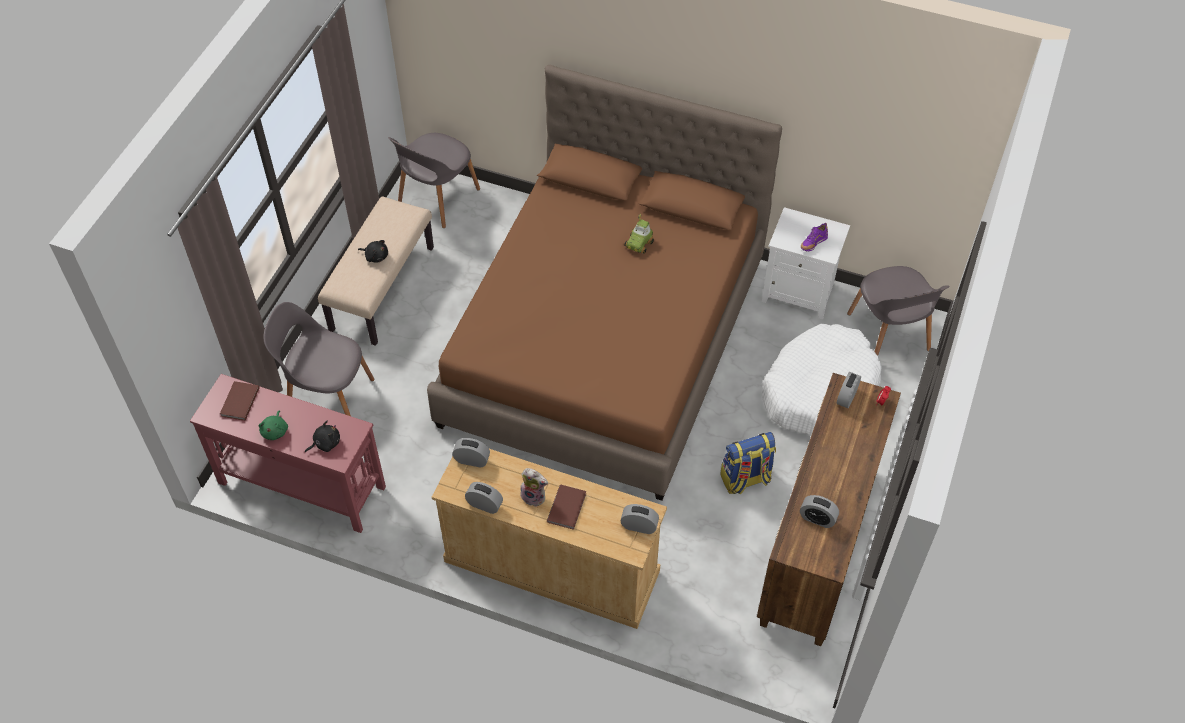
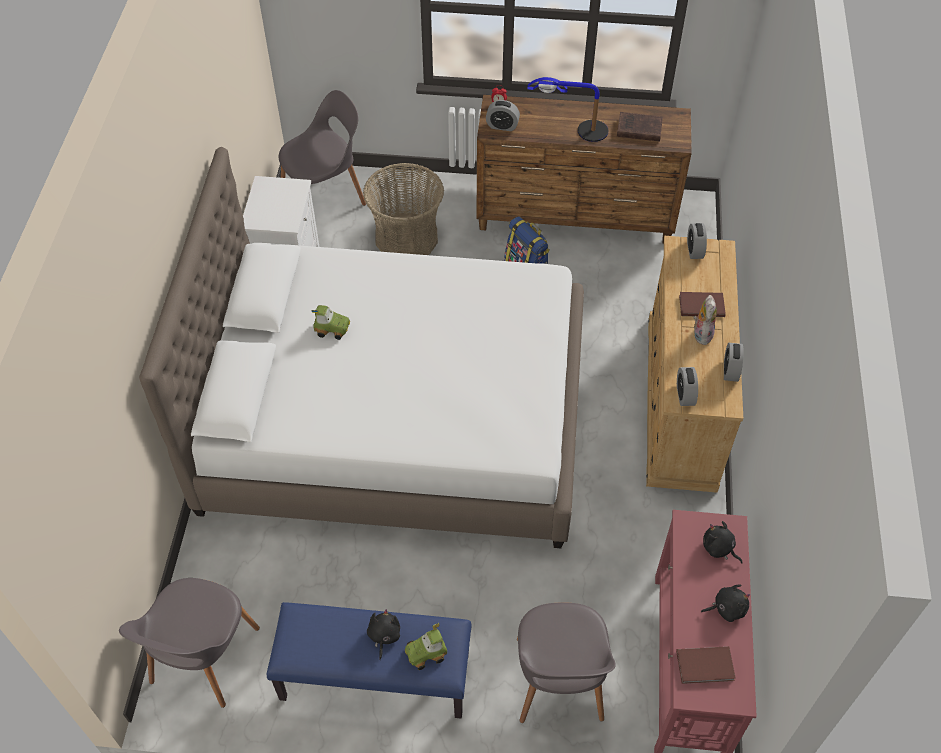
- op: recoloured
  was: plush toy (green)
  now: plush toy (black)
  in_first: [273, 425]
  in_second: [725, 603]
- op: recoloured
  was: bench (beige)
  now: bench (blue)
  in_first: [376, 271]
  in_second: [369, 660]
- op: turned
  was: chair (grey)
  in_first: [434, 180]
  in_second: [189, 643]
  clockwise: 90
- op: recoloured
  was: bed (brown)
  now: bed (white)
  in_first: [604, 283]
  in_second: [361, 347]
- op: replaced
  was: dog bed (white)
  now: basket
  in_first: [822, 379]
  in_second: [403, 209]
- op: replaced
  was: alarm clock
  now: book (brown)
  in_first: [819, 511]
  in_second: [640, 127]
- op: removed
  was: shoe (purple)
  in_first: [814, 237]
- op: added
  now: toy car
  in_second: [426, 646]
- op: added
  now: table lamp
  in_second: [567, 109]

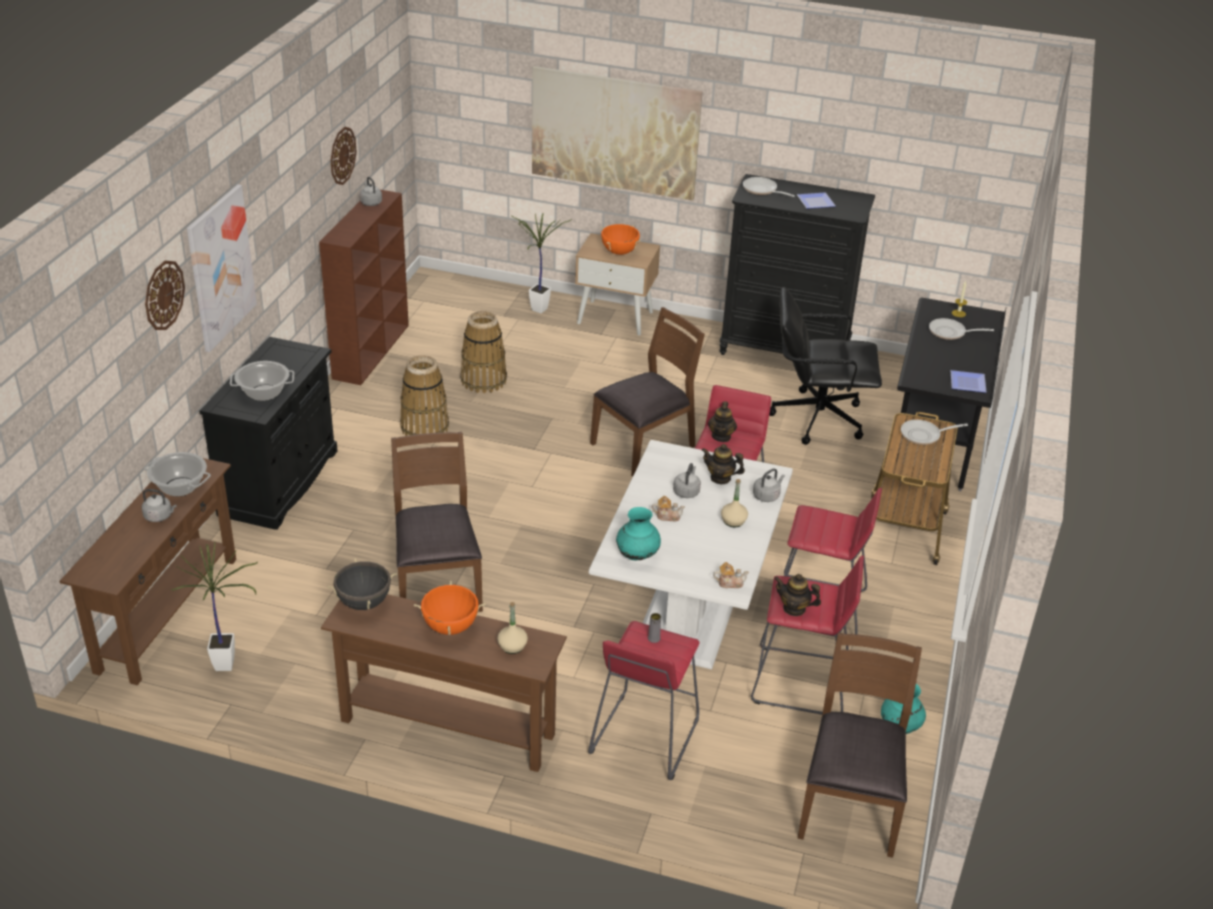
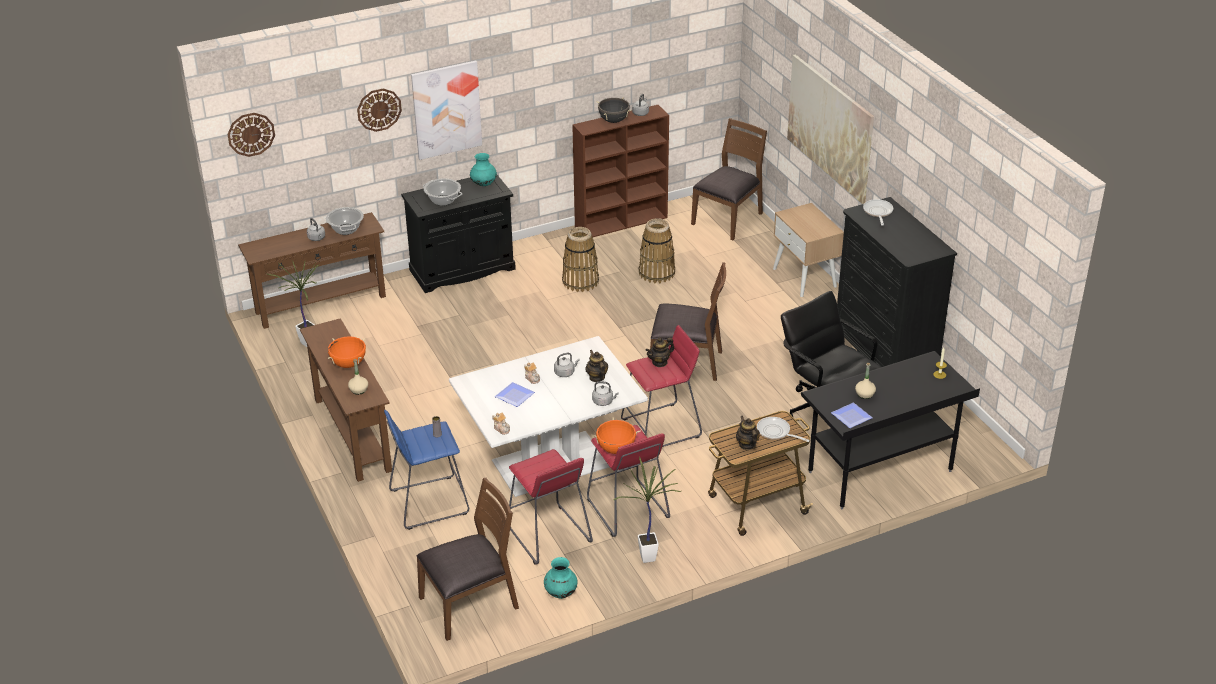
- op: moved
  was: cooking pot (black)
  in_first: [362, 584]
  in_second: [613, 110]
- op: moved
  was: wall clock
  in_first: [344, 156]
  in_second: [251, 135]
- op: moved
  was: chair (brown)
  in_first: [437, 522]
  in_second: [729, 179]
- op: moved
  was: potted plant
  in_first: [541, 263]
  in_second: [647, 509]
- op: recoloured
  was: stool (red)
  now: stool (blue)
  in_first: [644, 700]
  in_second: [426, 470]
- op: moved
  was: cooking pot (orange)
  in_first: [620, 239]
  in_second: [616, 436]
- op: moved
  was: vase (turquoise)
  in_first: [638, 533]
  in_second: [483, 169]
- op: moved
  was: bottle (beige)
  in_first: [734, 503]
  in_second: [865, 381]
- op: moved
  was: teapot
  in_first: [797, 595]
  in_second: [748, 433]
- op: moved
  was: plate
  in_first: [816, 201]
  in_second: [515, 394]
- op: removed
  was: frying pan
  in_first: [961, 329]

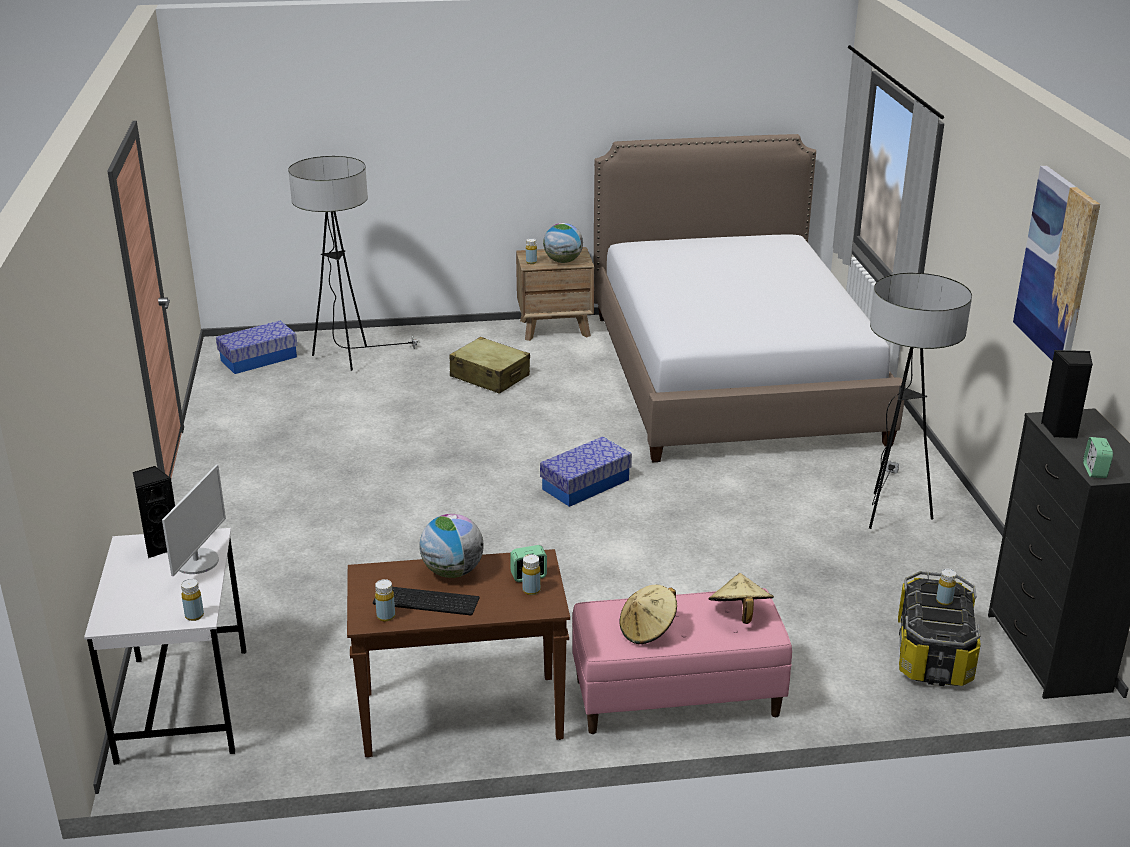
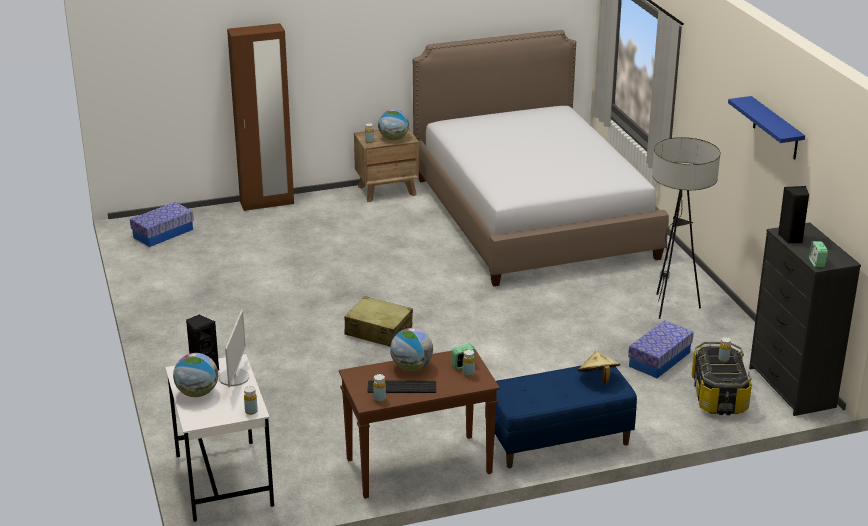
- op: removed
  was: floor lamp
  in_first: [354, 263]
- op: moved
  was: suitcase (beige)
  in_first: [489, 365]
  in_second: [378, 321]
- op: moved
  was: storage box
  in_first: [586, 471]
  in_second: [661, 349]
- op: recoloured
  was: bench (pink)
  now: bench (blue)
  in_first: [682, 661]
  in_second: [561, 417]
- op: removed
  was: hat (beige)
  in_first: [648, 614]
- op: replaced
  was: picture
  now: shelf (blue)
  in_first: [1056, 263]
  in_second: [766, 128]
- op: added
  now: globe
  in_second: [195, 375]
- op: added
  now: wardrobe (brown)
  in_second: [260, 117]

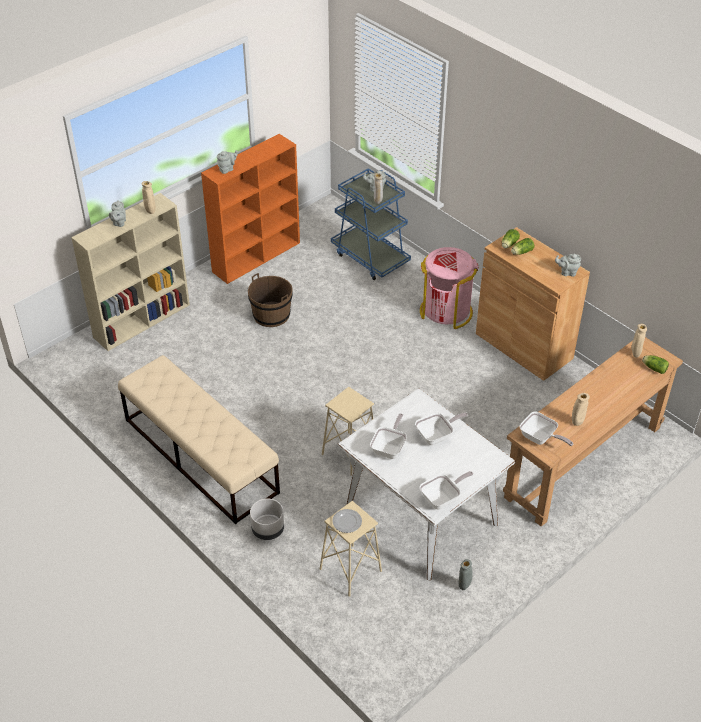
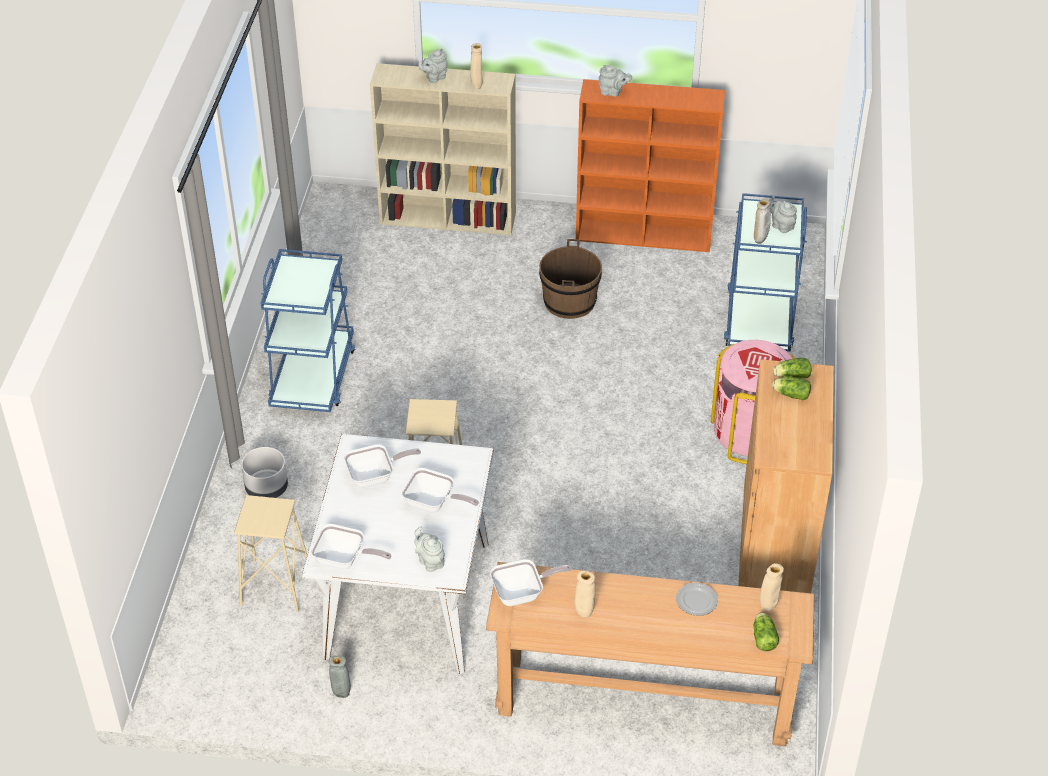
- op: replaced
  was: bench (beige)
  now: cart (blue)
  in_first: [199, 439]
  in_second: [307, 330]
- op: moved
  was: plate
  in_first: [347, 521]
  in_second: [697, 599]
- op: turned
  was: frying pan
  in_first: [546, 429]
  in_second: [531, 582]
  clockwise: -105
- op: moved
  was: teapot (grey)
  in_first: [568, 265]
  in_second: [429, 549]

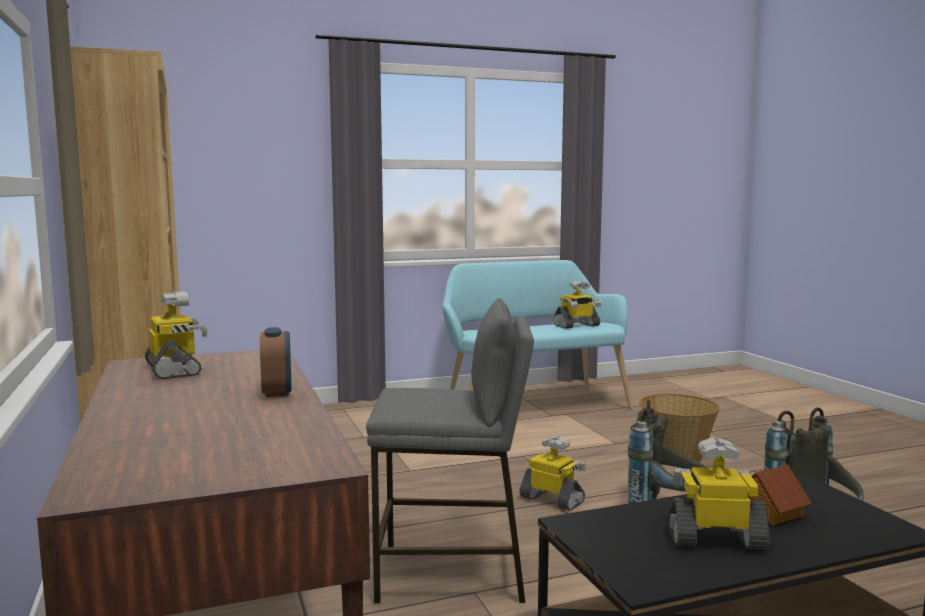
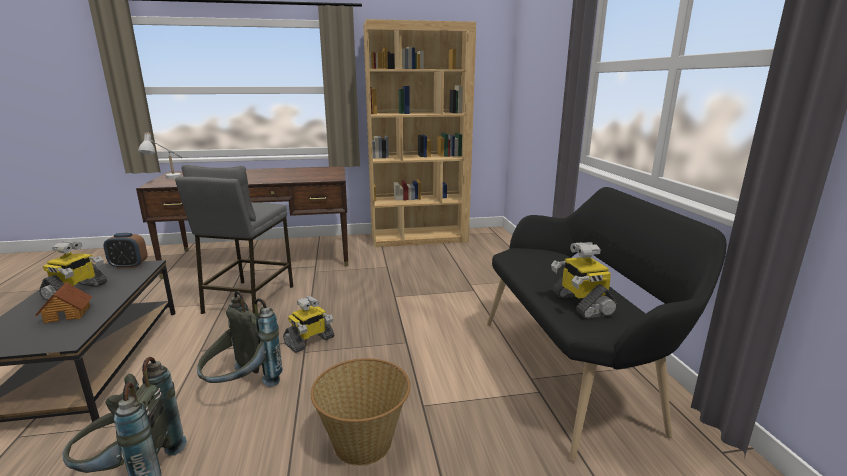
- op: removed
  was: toy robot
  in_first: [176, 335]
- op: moved
  was: alarm clock
  in_first: [276, 362]
  in_second: [125, 250]
- op: recoloured
  was: bench (turquoise)
  now: bench (black)
  in_first: [537, 334]
  in_second: [607, 324]
- op: added
  now: table lamp (white)
  in_second: [160, 155]

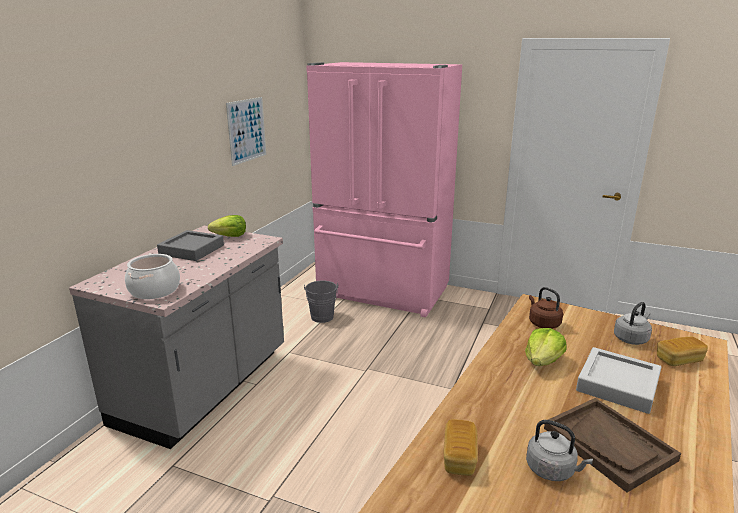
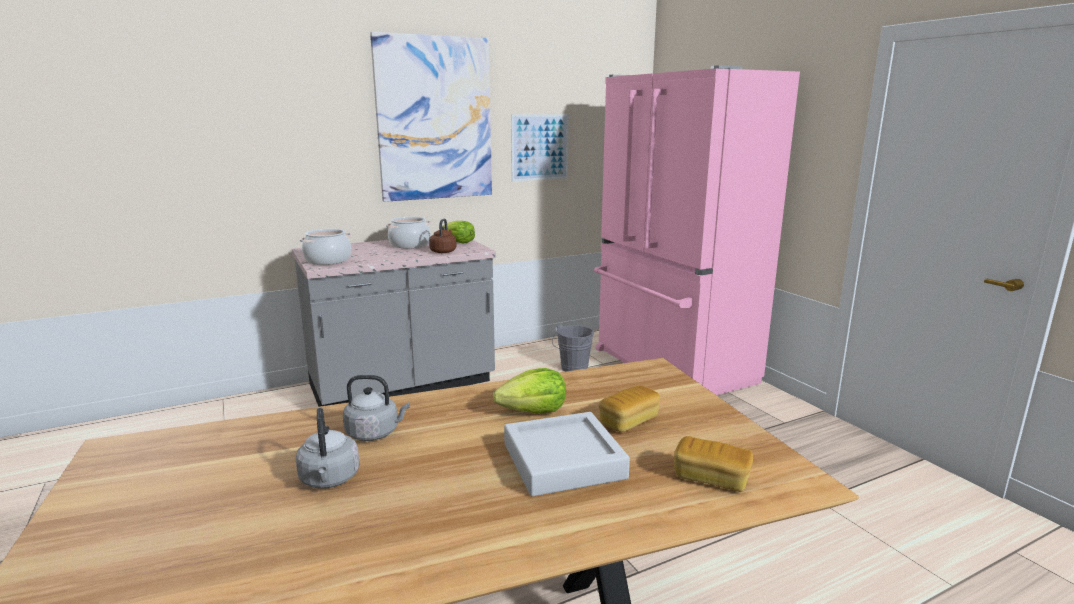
- op: replaced
  was: tray (grey)
  now: cooking pot
  in_first: [190, 245]
  in_second: [408, 232]
- op: moved
  was: bread
  in_first: [461, 447]
  in_second: [629, 408]
- op: moved
  was: kettle (brown)
  in_first: [546, 308]
  in_second: [442, 236]
- op: removed
  was: tray (brown)
  in_first: [612, 445]
- op: moved
  was: kettle (grey)
  in_first: [633, 323]
  in_second: [376, 408]
- op: added
  now: picture
  in_second: [431, 117]

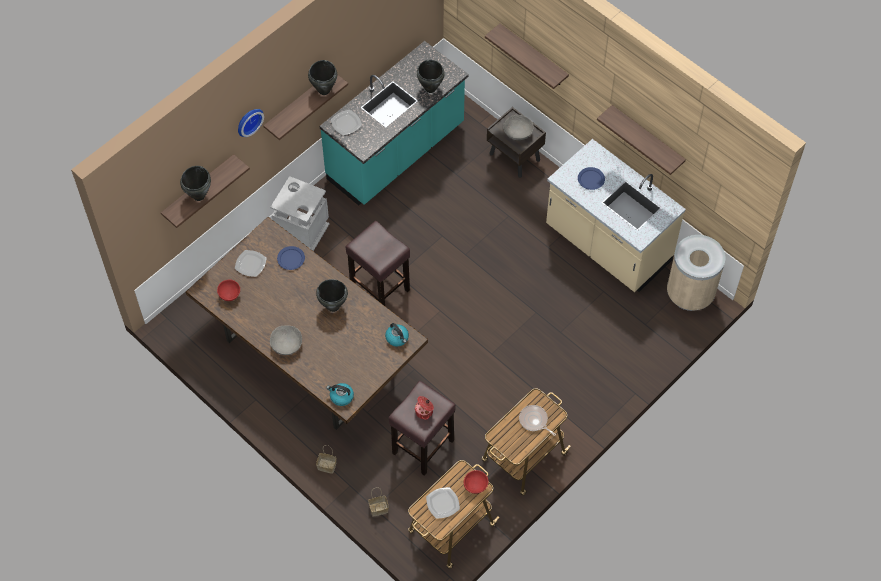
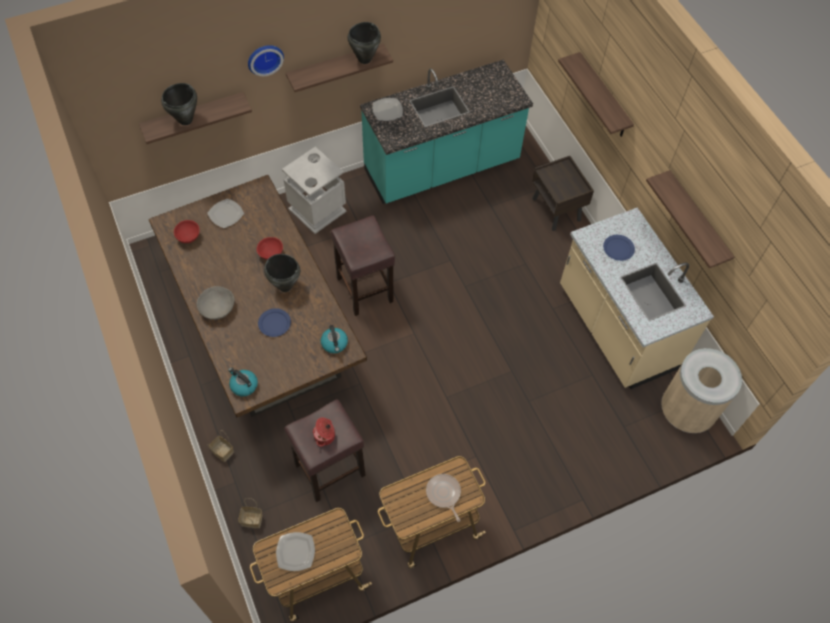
- op: moved
  was: plate (blue)
  in_first: [291, 258]
  in_second: [274, 322]
- op: removed
  was: cooking pot (black)
  in_first: [431, 76]
- op: moved
  was: bowl (red)
  in_first: [476, 482]
  in_second: [269, 248]
- op: removed
  was: bowl (grey)
  in_first: [518, 127]

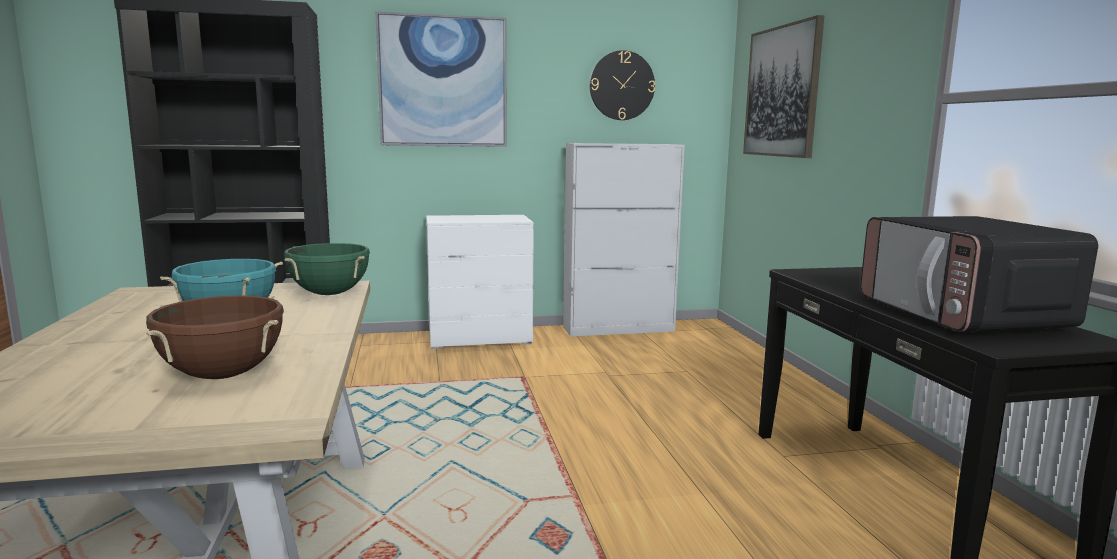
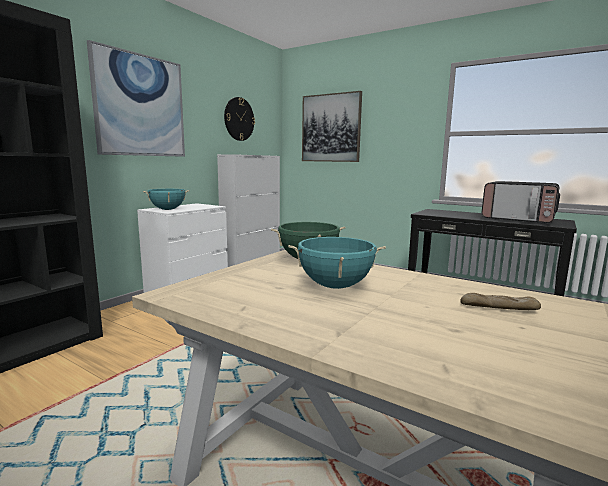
- op: replaced
  was: cooking pot (brown)
  now: bread
  in_first: [215, 337]
  in_second: [501, 301]
- op: added
  now: cooking pot (turquoise)
  in_second: [166, 199]

